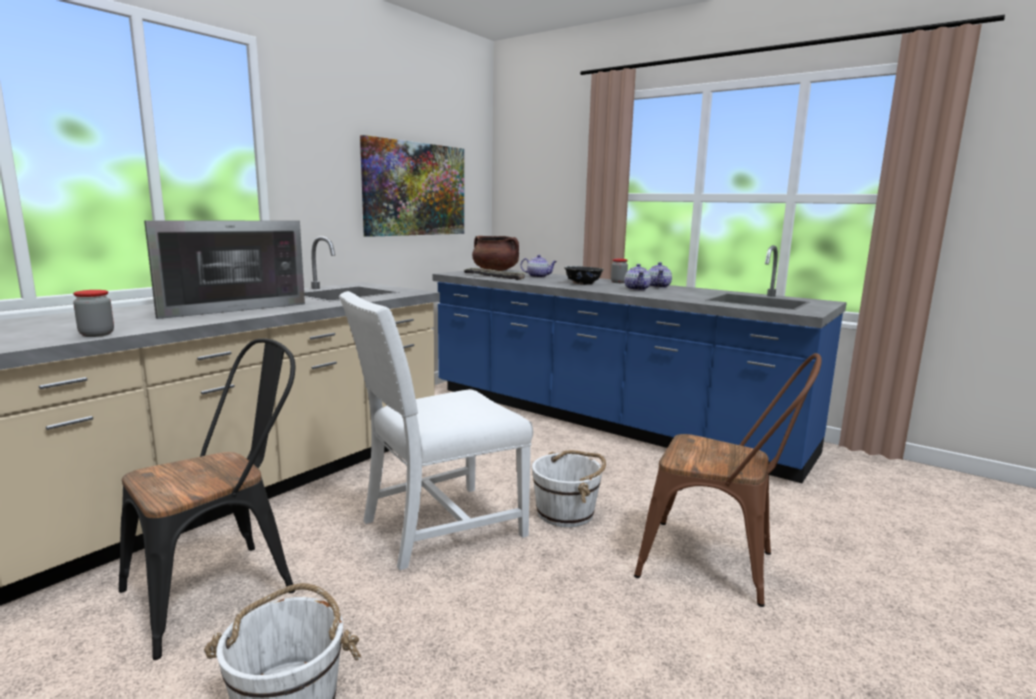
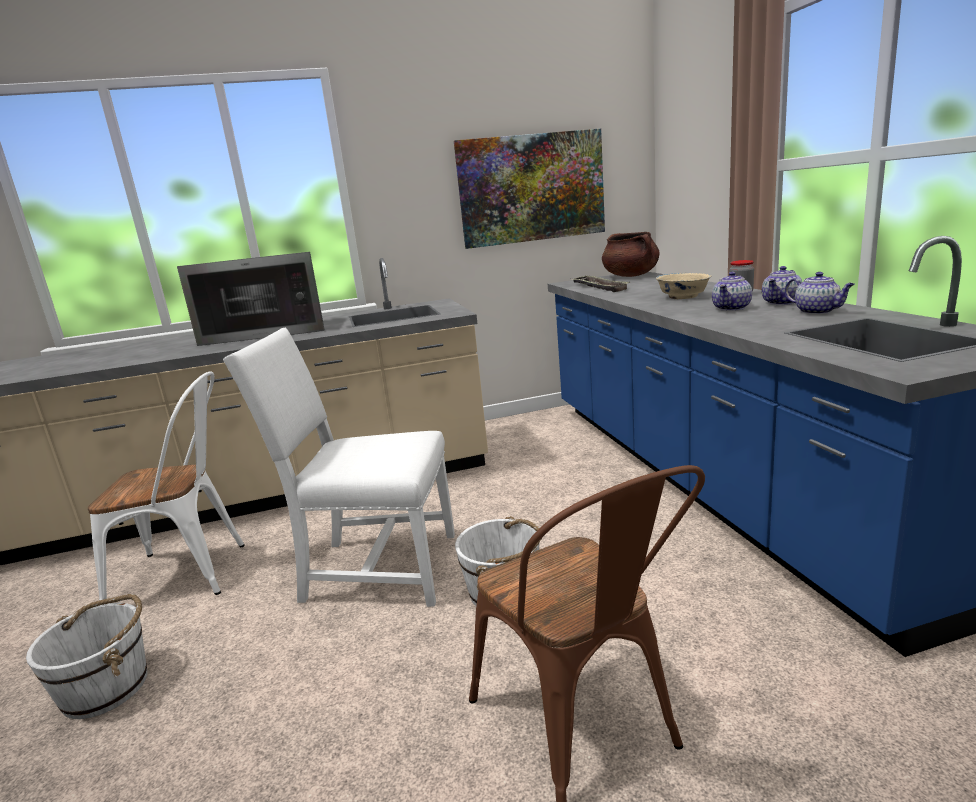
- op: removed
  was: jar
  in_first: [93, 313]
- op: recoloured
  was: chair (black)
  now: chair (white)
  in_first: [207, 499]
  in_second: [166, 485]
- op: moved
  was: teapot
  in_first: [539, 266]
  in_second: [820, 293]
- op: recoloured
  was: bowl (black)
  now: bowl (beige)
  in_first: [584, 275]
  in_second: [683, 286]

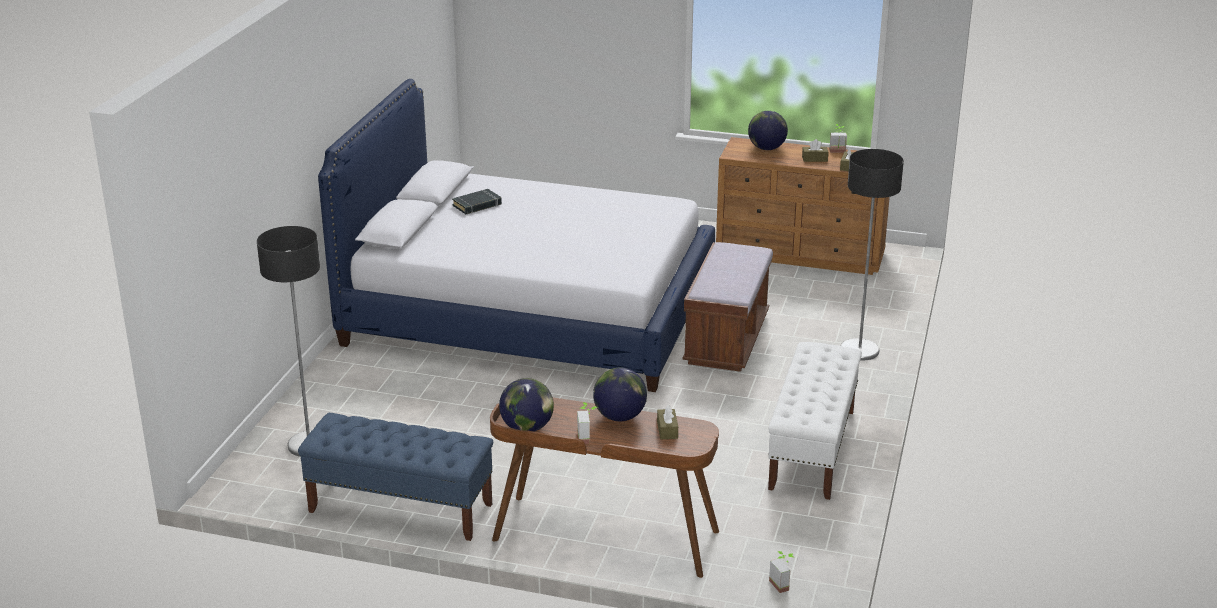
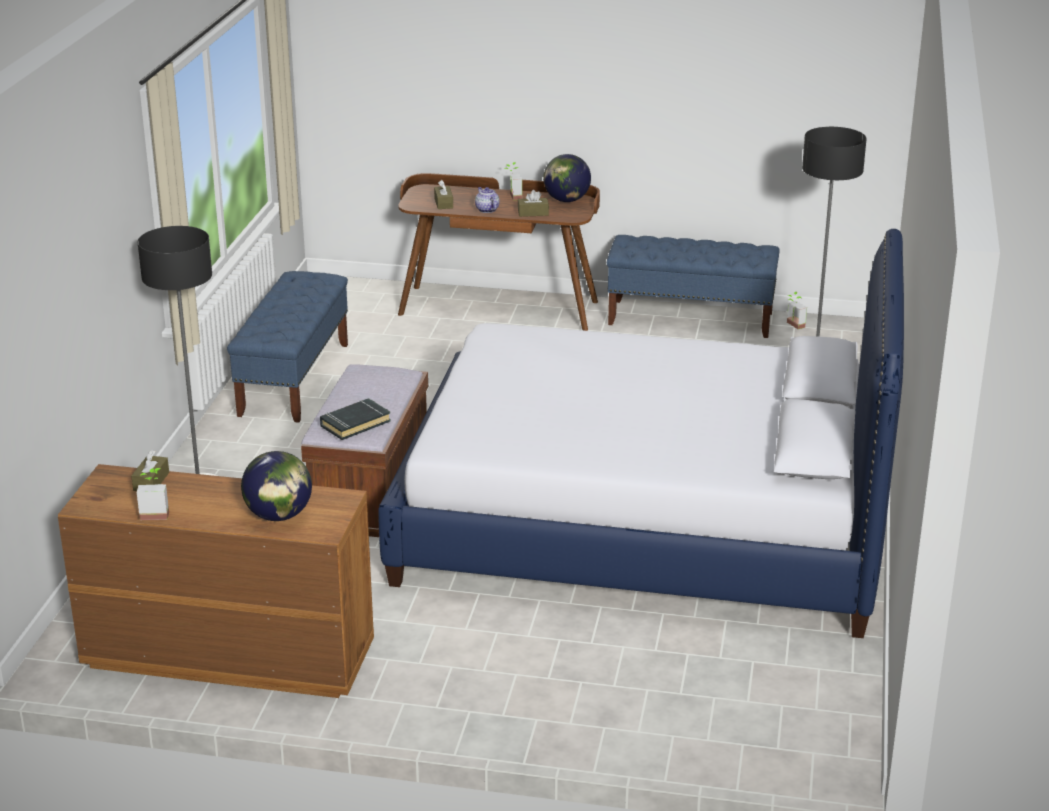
- op: moved
  was: book (black)
  in_first: [477, 201]
  in_second: [355, 419]
- op: replaced
  was: globe
  now: teapot
  in_first: [620, 394]
  in_second: [487, 200]
- op: recoloured
  was: bench (white)
  now: bench (blue)
  in_first: [815, 421]
  in_second: [287, 347]
- op: moved
  was: potted plant
  in_first: [781, 572]
  in_second: [797, 310]
- op: moved
  was: tissue box (brown)
  in_first: [815, 150]
  in_second: [533, 203]

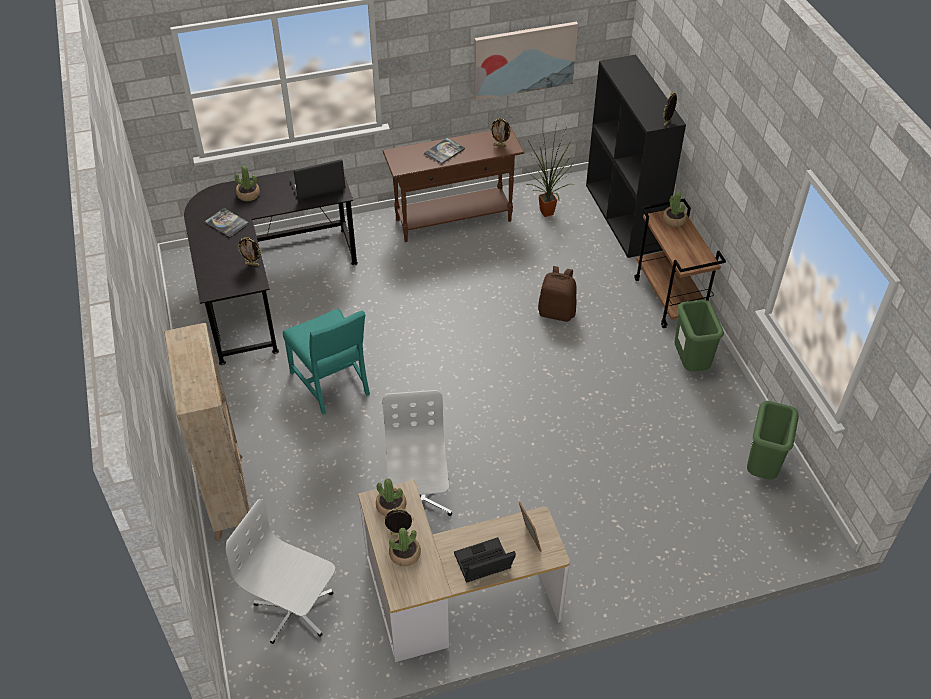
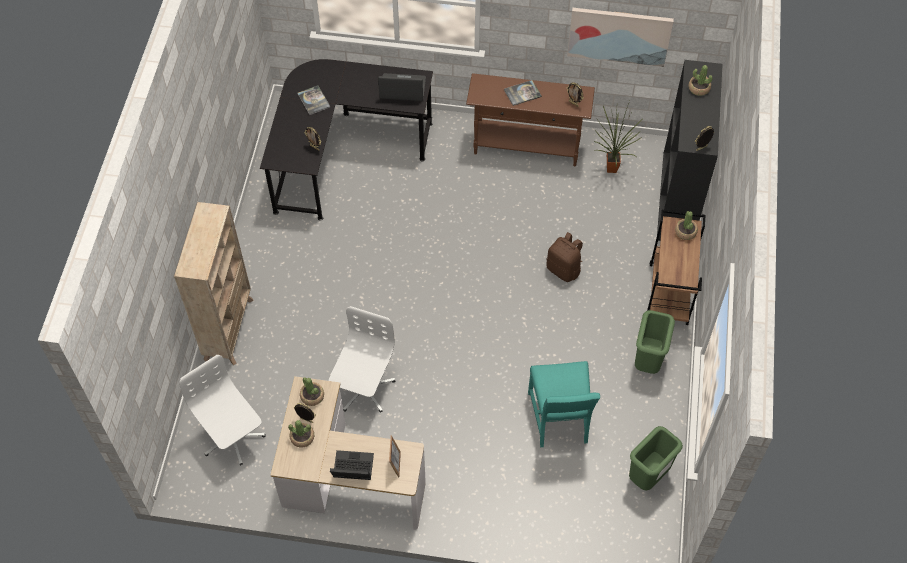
- op: moved
  was: potted plant
  in_first: [247, 183]
  in_second: [700, 80]
- op: moved
  was: chair (turquoise)
  in_first: [326, 361]
  in_second: [564, 404]

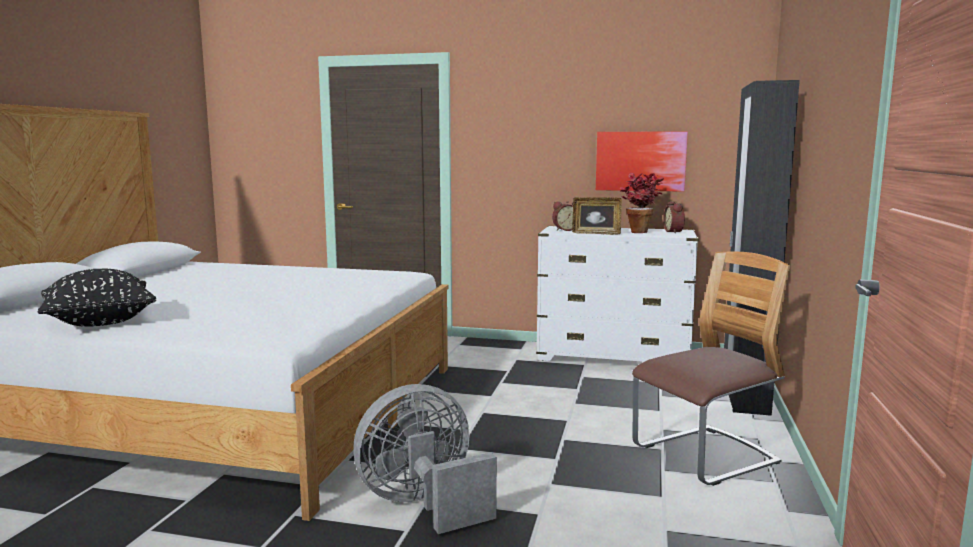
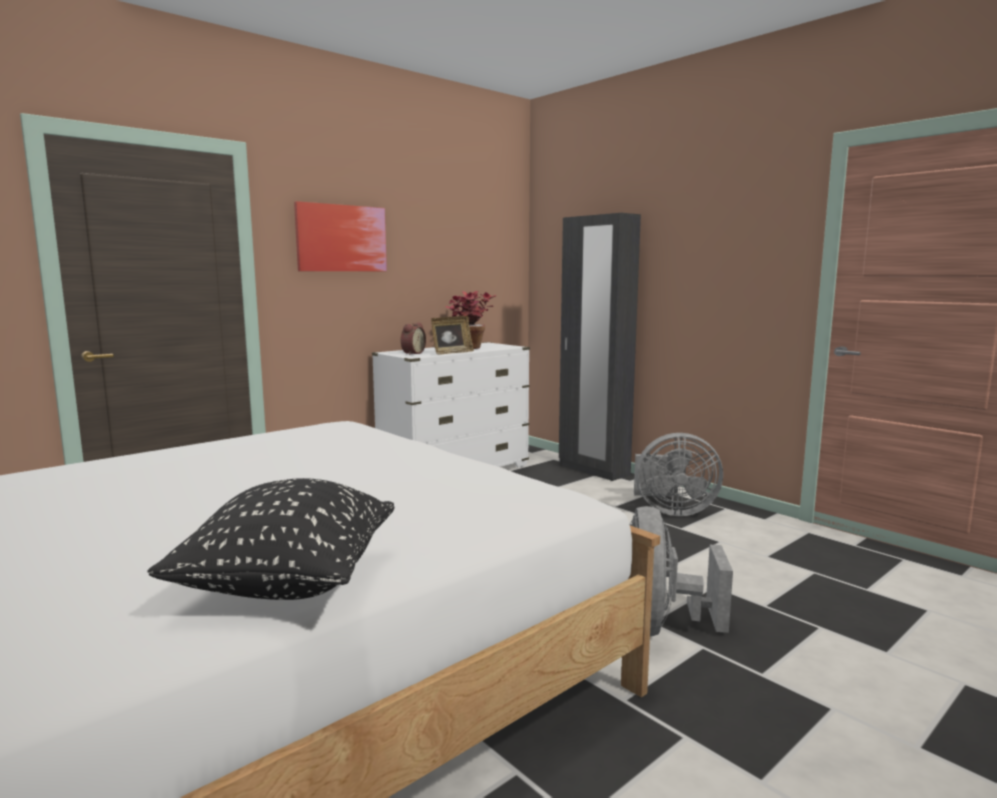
- op: moved
  was: picture
  in_first: [642, 161]
  in_second: [340, 236]
- op: replaced
  was: chair
  now: fan (grey)
  in_first: [711, 368]
  in_second: [678, 474]
- op: removed
  was: alarm clock
  in_first: [674, 217]

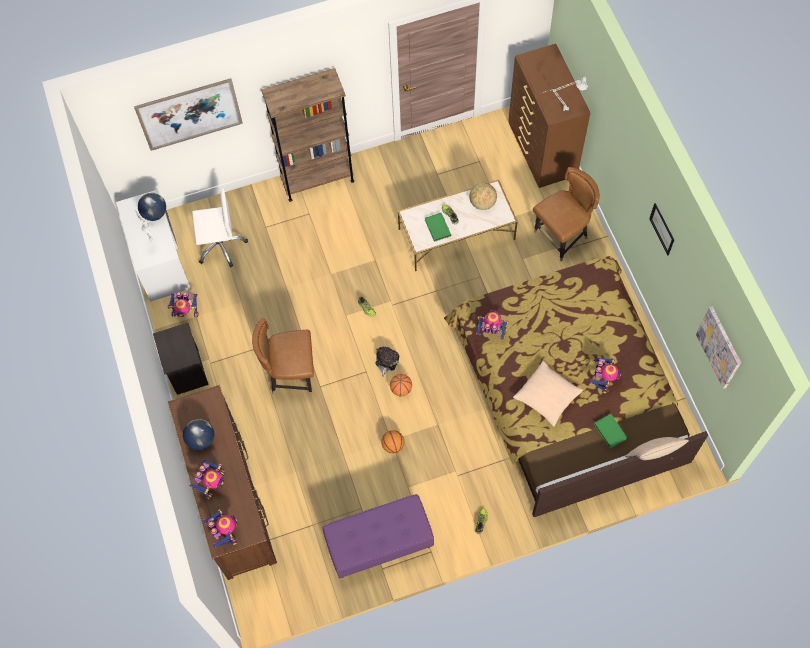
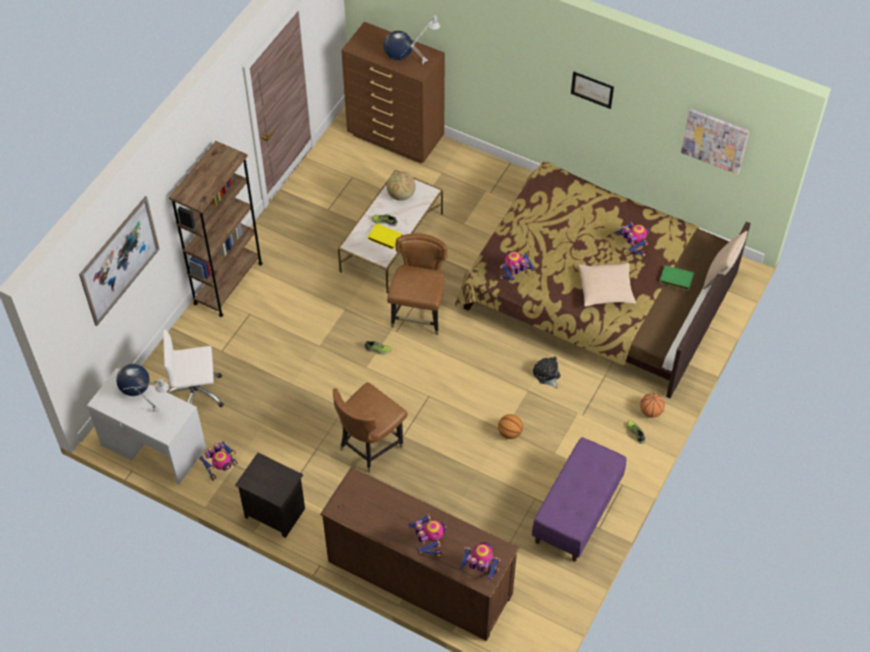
- op: moved
  was: globe
  in_first: [198, 434]
  in_second: [397, 45]
- op: turned
  was: office chair (white)
  in_first: [220, 227]
  in_second: [193, 368]
  clockwise: -135
- op: moved
  was: plush toy
  in_first: [387, 361]
  in_second: [546, 372]
- op: moved
  was: basketball
  in_first: [401, 385]
  in_second: [652, 405]
- op: recoloured
  was: book (green)
  now: book (yellow)
  in_first: [438, 227]
  in_second: [384, 236]
- op: moved
  was: chair (brown)
  in_first: [566, 214]
  in_second: [417, 284]

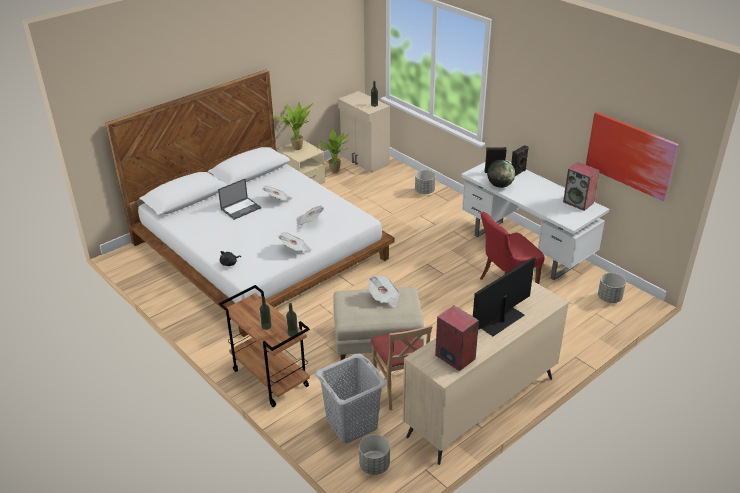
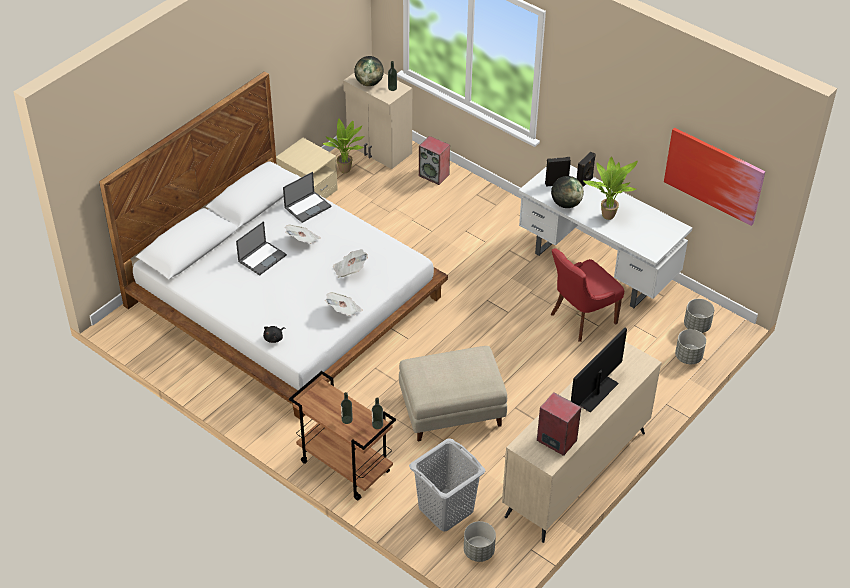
- op: moved
  was: potted plant
  in_first: [293, 126]
  in_second: [610, 188]
- op: removed
  was: newspaper
  in_first: [384, 291]
- op: removed
  was: chair (beige)
  in_first: [401, 367]
- op: moved
  was: planter (grey)
  in_first: [425, 182]
  in_second: [690, 346]
- op: moved
  was: speaker
  in_first: [581, 186]
  in_second: [434, 160]
- op: added
  now: laptop
  in_second: [307, 197]
- op: added
  now: globe
  in_second: [369, 71]

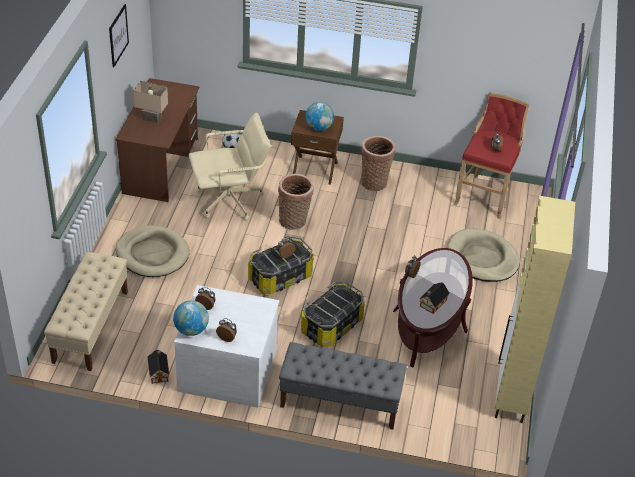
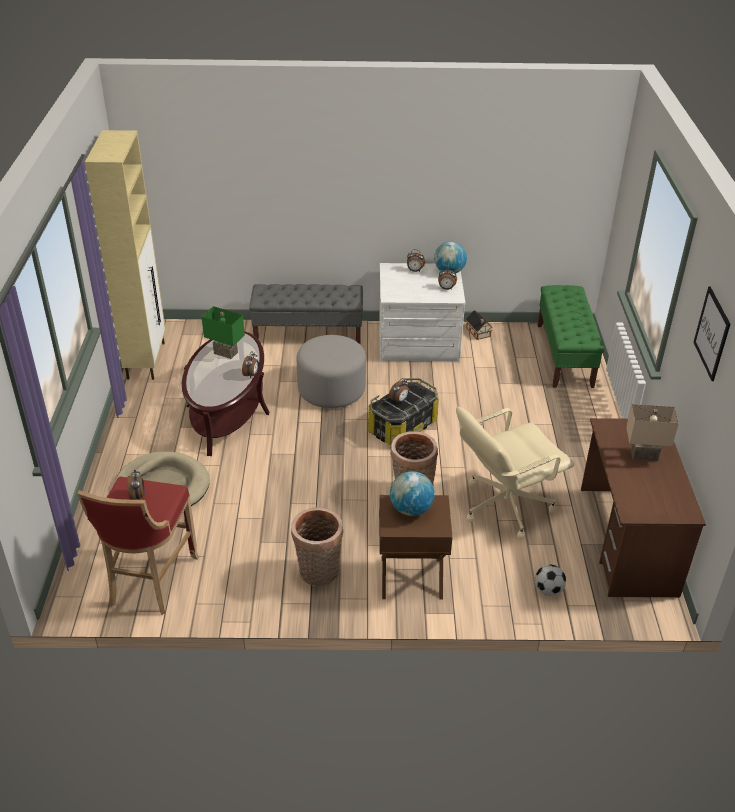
- op: recoloured
  was: bench (beige)
  now: bench (green)
  in_first: [86, 311]
  in_second: [570, 336]
- op: removed
  was: dog bed (beige)
  in_first: [153, 251]
- op: replaced
  was: storage box
  now: ottoman (grey)
  in_first: [333, 313]
  in_second: [331, 371]
- op: replaced
  was: toy house
  now: table lamp (green)
  in_first: [434, 298]
  in_second: [223, 332]

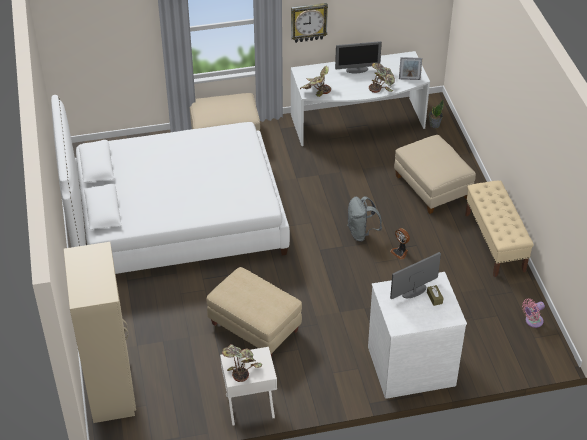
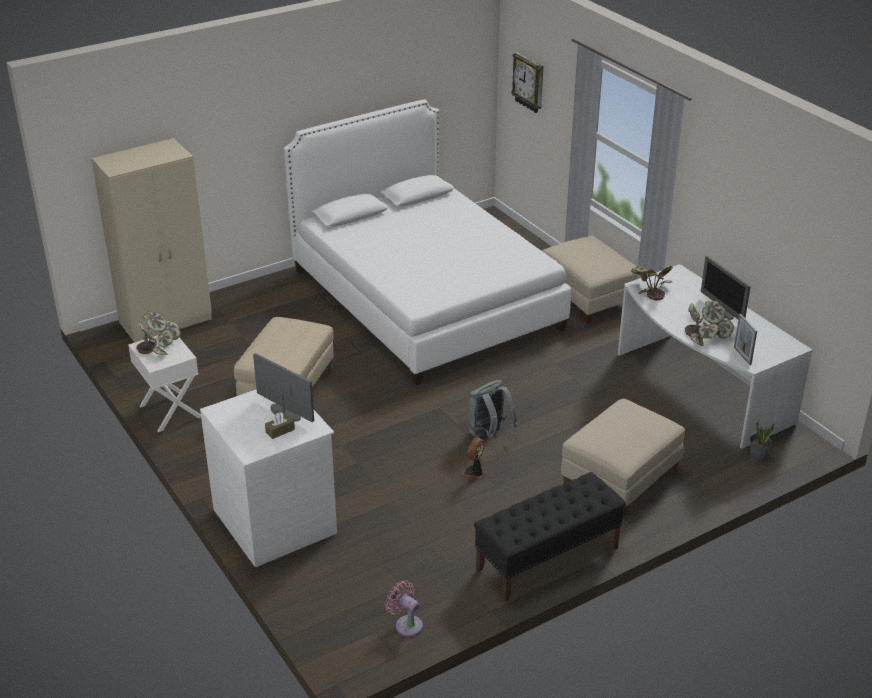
- op: moved
  was: wall clock
  in_first: [309, 23]
  in_second: [527, 82]
- op: recoloured
  was: bench (beige)
  now: bench (black)
  in_first: [499, 229]
  in_second: [550, 537]

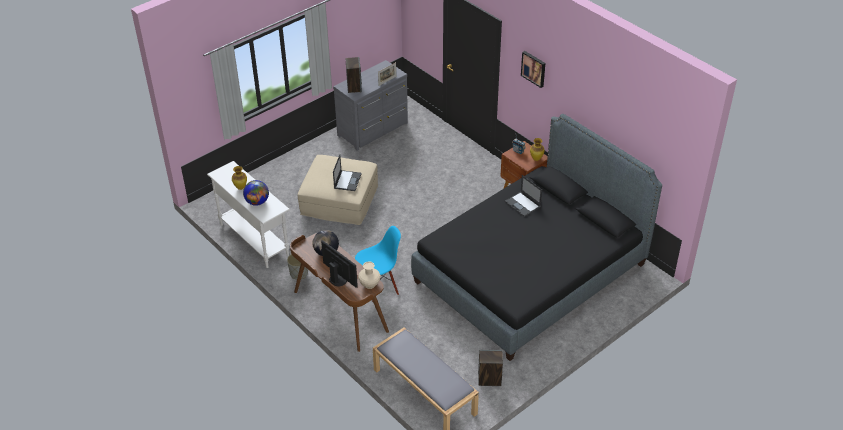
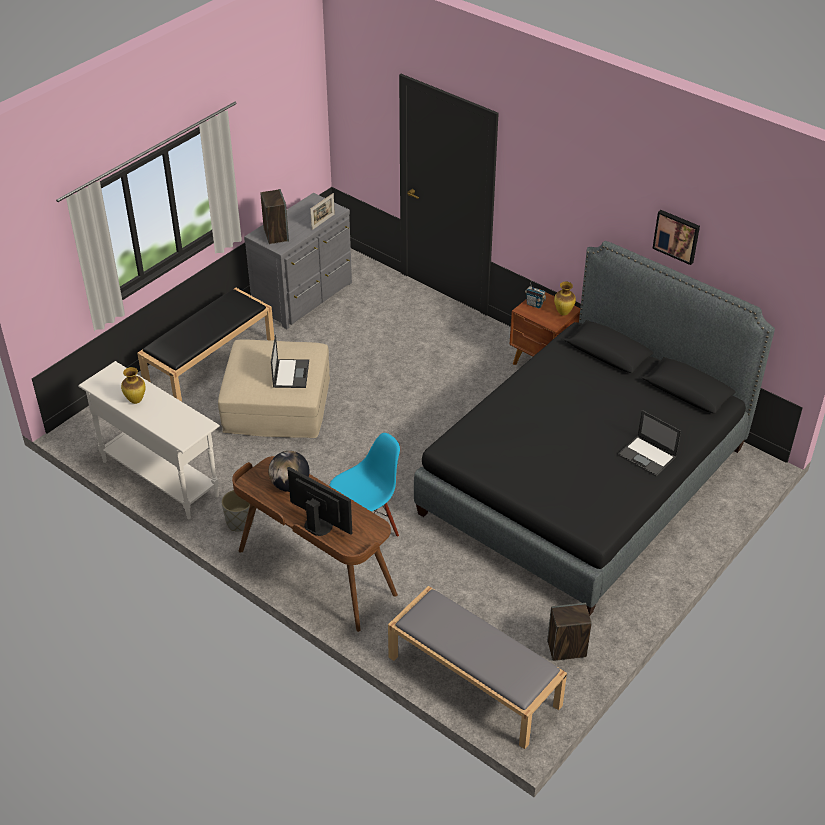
- op: removed
  was: globe
  in_first: [256, 193]
- op: removed
  was: vase (beige)
  in_first: [369, 275]
- op: moved
  was: laptop
  in_first: [523, 196]
  in_second: [649, 443]
- op: moved
  was: picture
  in_first: [533, 69]
  in_second: [676, 237]
- op: added
  now: bench (black)
  in_second: [205, 345]

